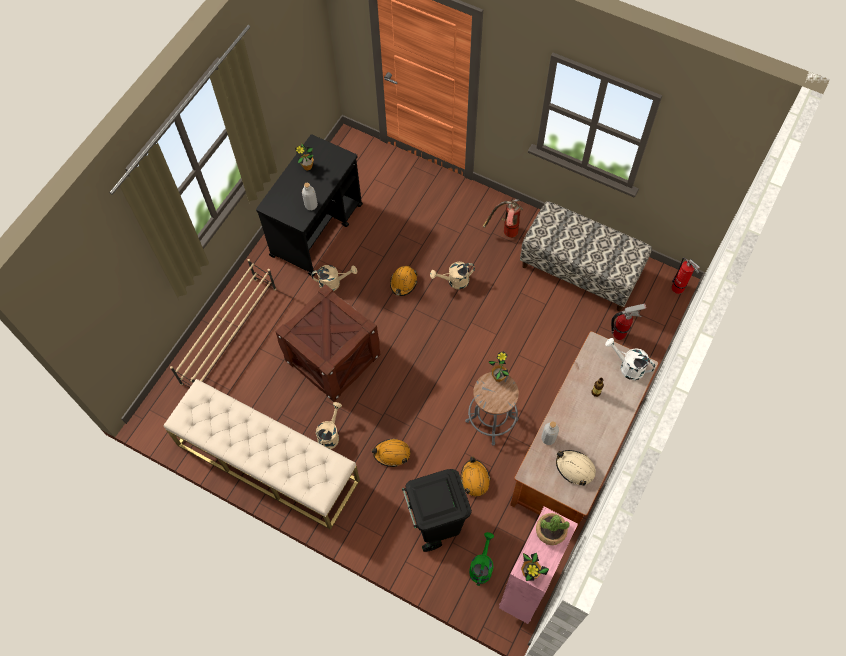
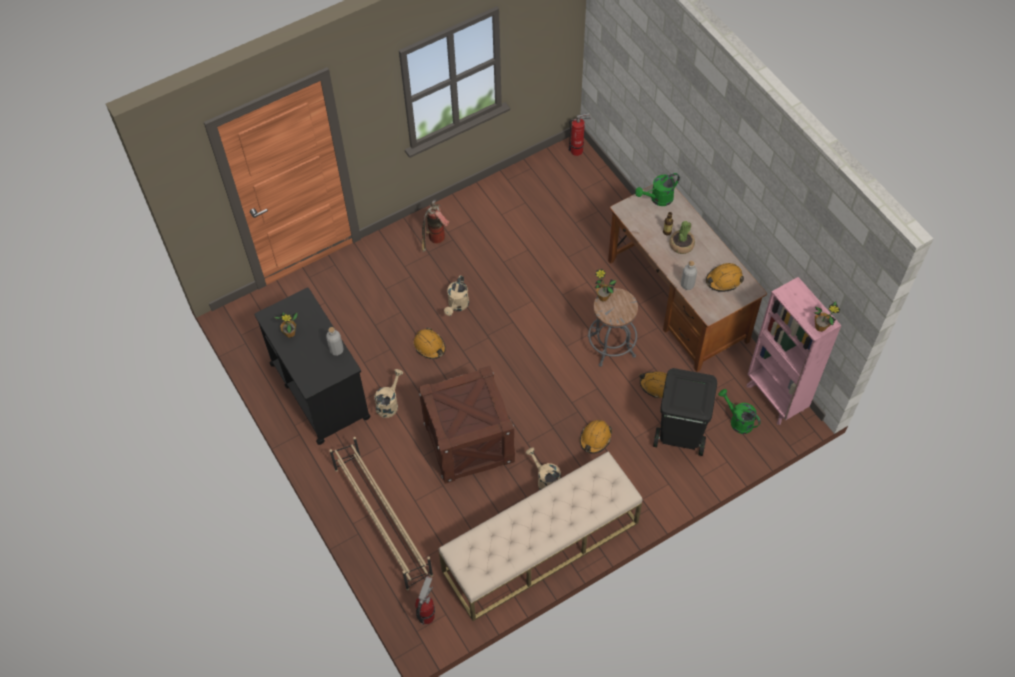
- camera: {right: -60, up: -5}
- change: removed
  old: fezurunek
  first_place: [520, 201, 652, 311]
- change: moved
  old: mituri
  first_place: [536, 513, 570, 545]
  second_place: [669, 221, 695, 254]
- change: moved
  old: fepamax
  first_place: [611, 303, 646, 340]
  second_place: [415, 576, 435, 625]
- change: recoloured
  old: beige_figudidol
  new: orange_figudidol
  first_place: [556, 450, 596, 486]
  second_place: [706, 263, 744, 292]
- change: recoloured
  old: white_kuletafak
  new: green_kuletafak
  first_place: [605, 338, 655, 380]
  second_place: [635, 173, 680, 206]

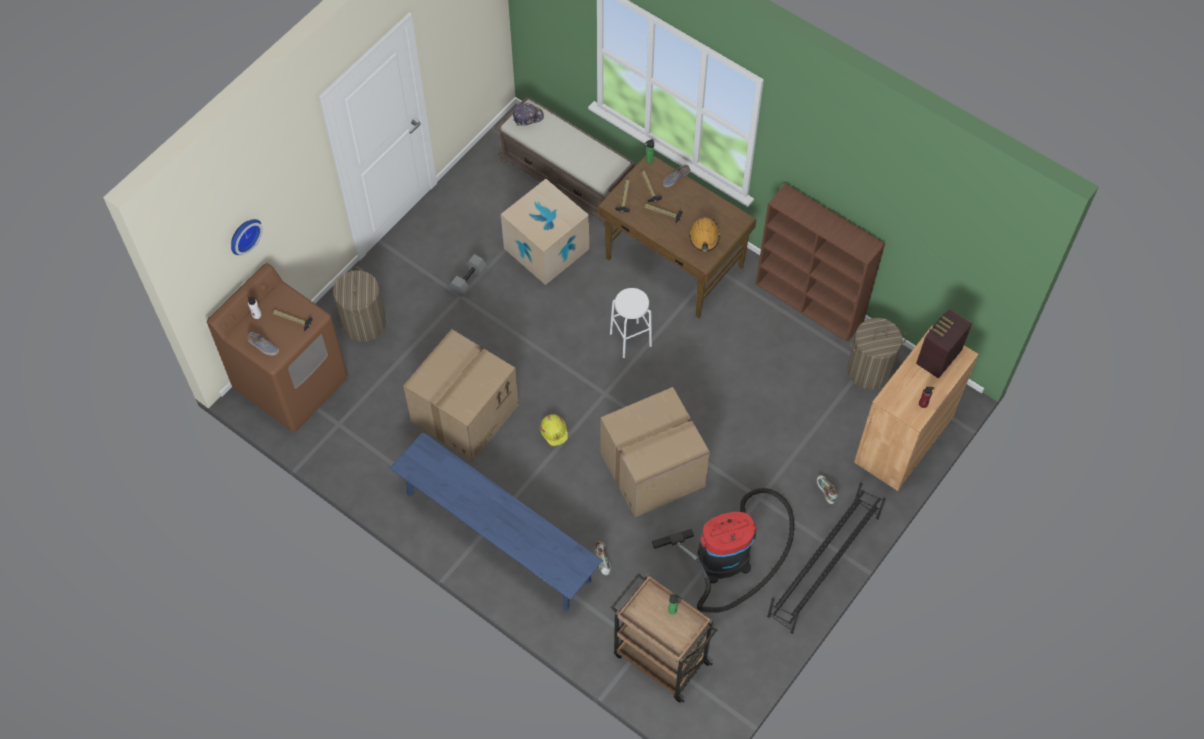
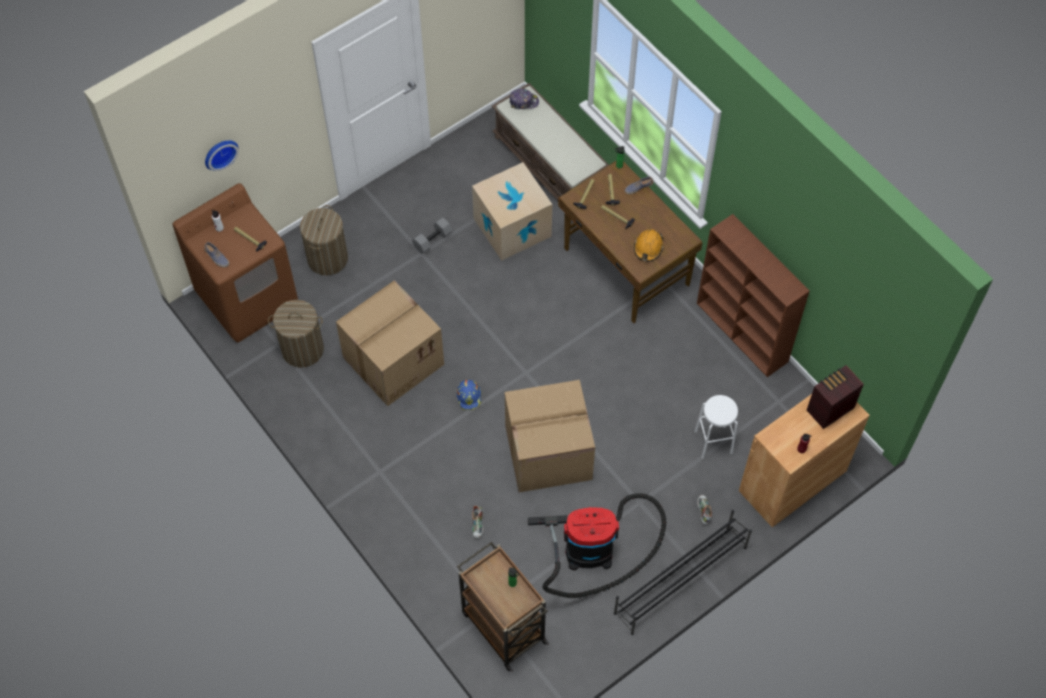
- camera: {right: 15, up: 0}
- change: removed
  old: blue_fezurunek
  first_place: [390, 432, 603, 610]
- change: moved
  old: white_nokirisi
  first_place: [610, 288, 652, 358]
  second_place: [695, 395, 738, 459]
- change: moved
  old: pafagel
  first_place: [847, 318, 907, 389]
  second_place: [268, 300, 324, 368]
- change: recoloured
  old: yellow_figudidol
  new: blue_figudidol
  first_place: [540, 414, 569, 447]
  second_place: [457, 380, 482, 410]

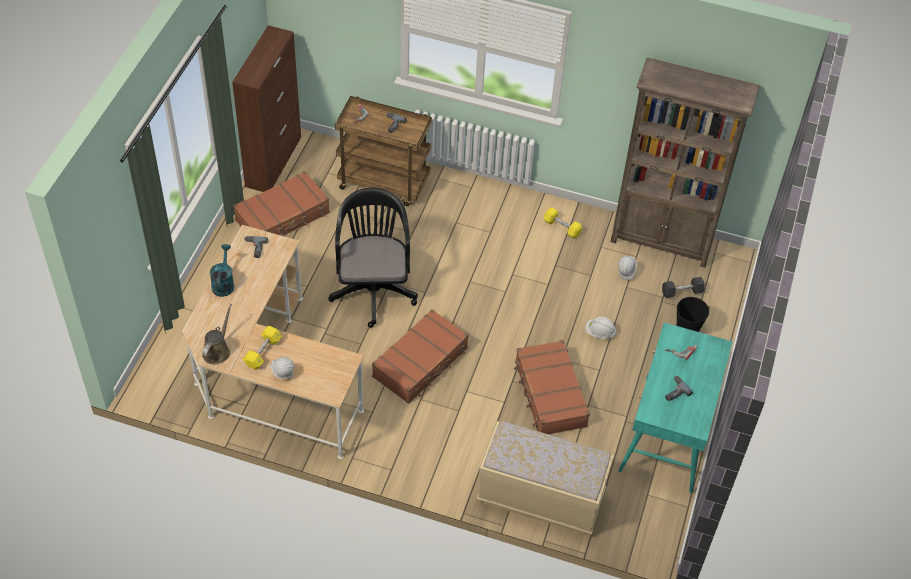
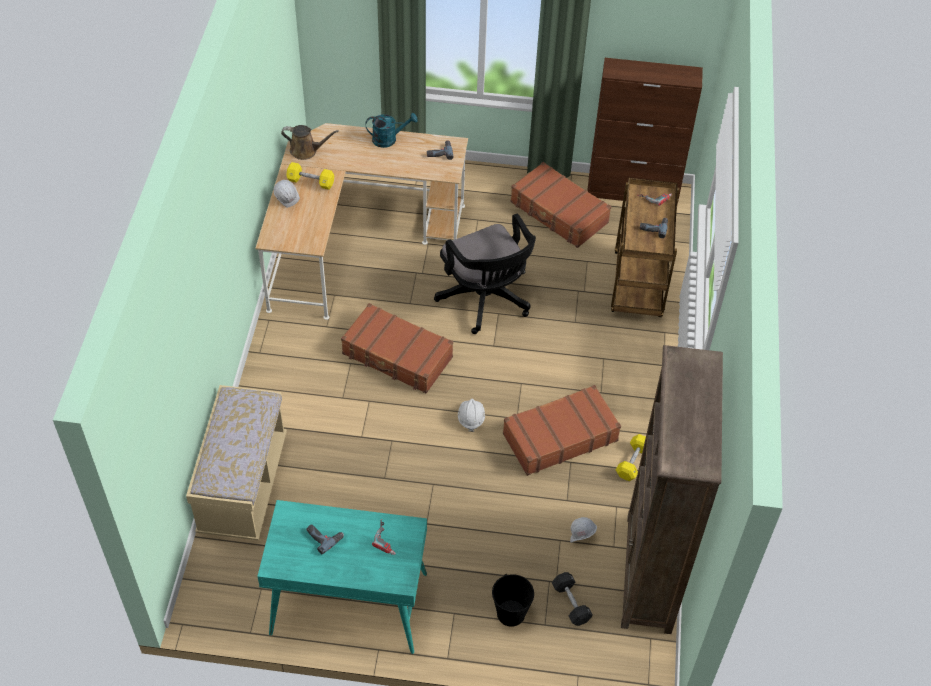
- camera: {right: 80, up: 0}
- change: moved
  old: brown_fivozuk
  first_place: [514, 340, 590, 434]
  second_place: [503, 385, 621, 476]
- change: moved
  old: white_figudidol
  first_place: [585, 316, 616, 339]
  second_place: [458, 399, 485, 432]
- change: turned
  old: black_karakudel
  first_place: [328, 188, 418, 328]
  second_place: [434, 214, 536, 334]
  degrees: 75

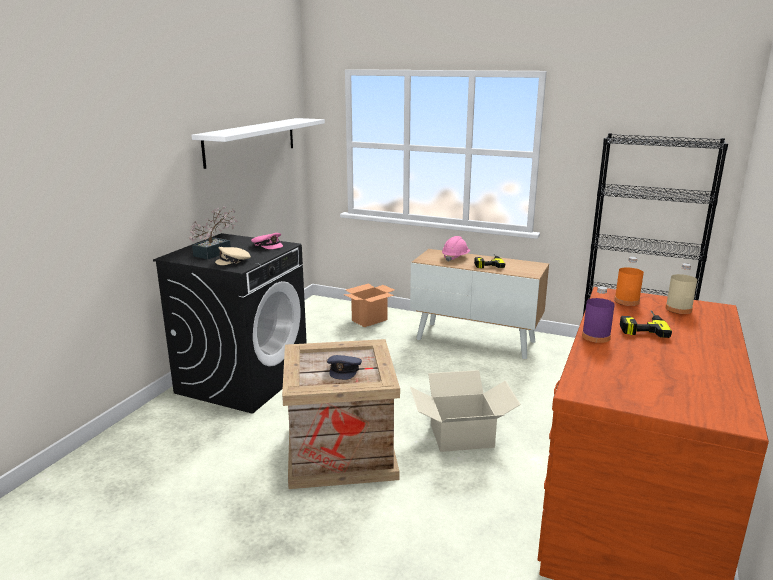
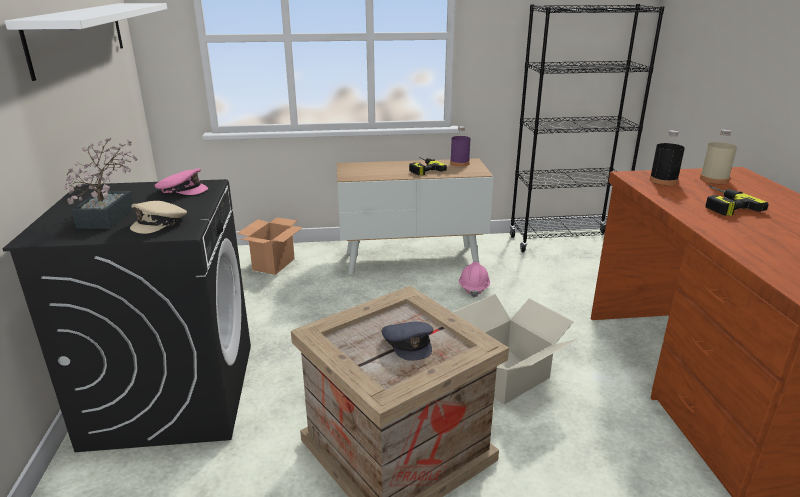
- camera: {right: -30, up: 5}
- change: moved
  old: pink_figudidol
  first_place: [442, 236, 471, 262]
  second_place: [459, 262, 490, 298]
- change: moved
  old: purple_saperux
  first_place: [582, 286, 615, 343]
  second_place: [450, 126, 470, 167]
- change: recoloured
  old: orange_saperux
  new: black_saperux
  first_place: [614, 257, 644, 306]
  second_place: [649, 130, 685, 185]

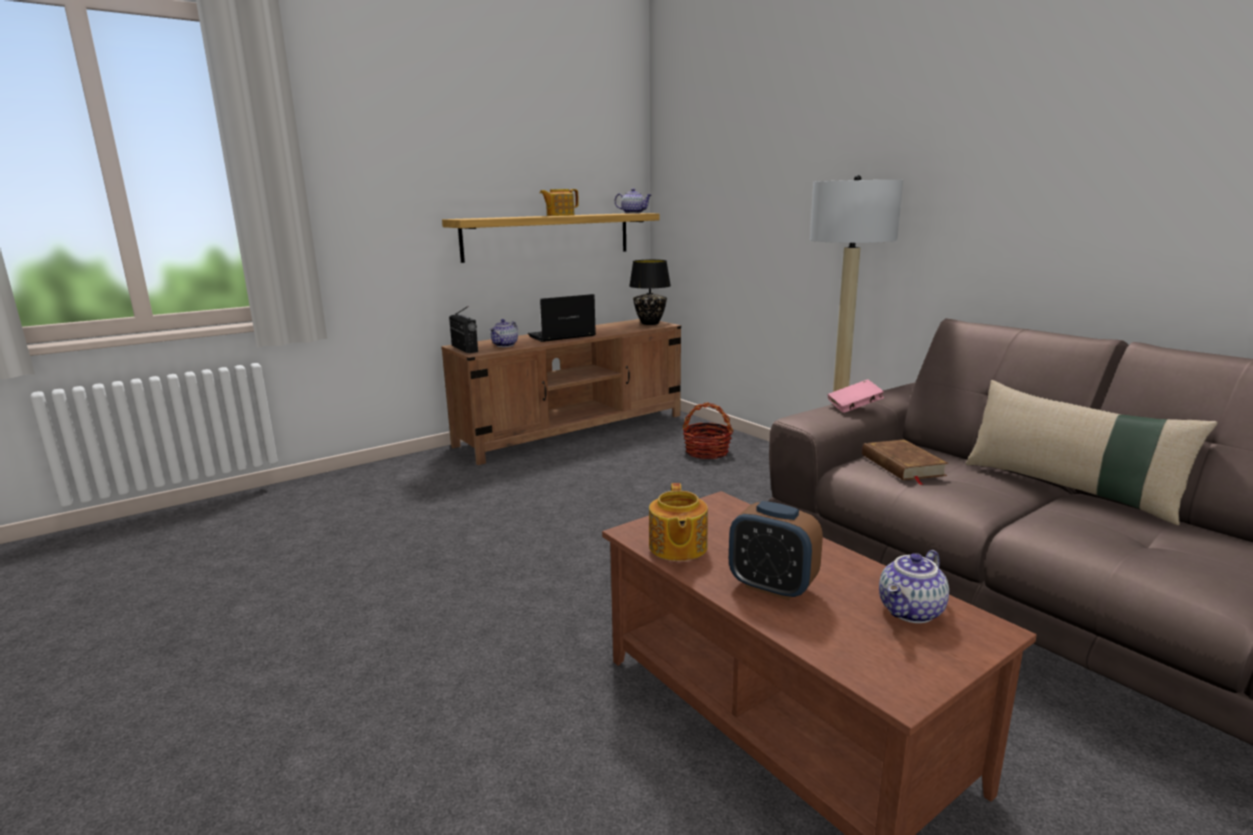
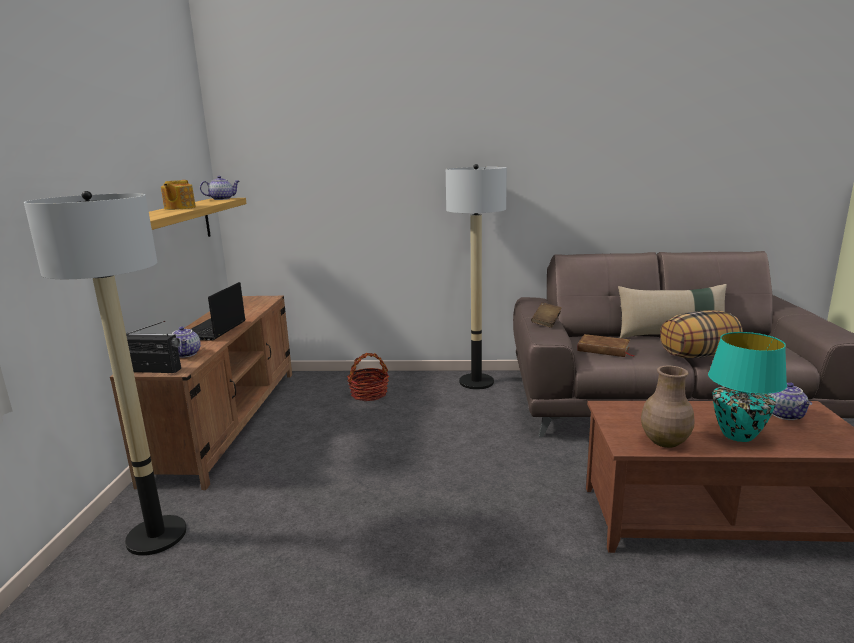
- camera: {right: -50, up: 0}
- change: removed
  old: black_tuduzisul
  first_place: [629, 260, 671, 325]
- change: added
  new: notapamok
  second_place: [24, 191, 187, 556]
- change: added
  new: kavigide
  second_place: [660, 310, 743, 358]
- change: replaced
  old: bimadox
  new: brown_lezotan
  first_place: [649, 483, 708, 561]
  second_place: [641, 366, 694, 448]
- change: replaced
  old: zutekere
  new: turquoise_tuduzisul
  first_place: [729, 501, 823, 600]
  second_place: [708, 332, 787, 442]
- change: recoloured
  old: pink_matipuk
  new: brown_matipuk
  first_place: [828, 379, 884, 413]
  second_place: [531, 302, 562, 328]

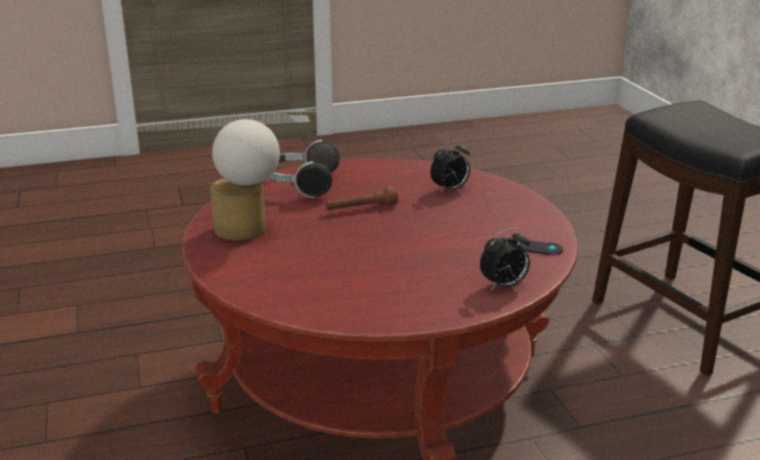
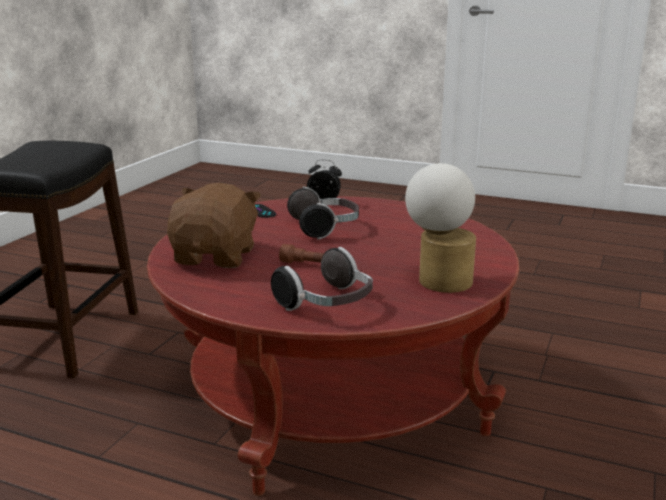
- camera: {right: -140, up: -5}
- change: added
  new: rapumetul
  second_place: [287, 187, 359, 240]
- change: replaced
  old: zutekere
  new: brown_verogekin
  first_place: [430, 141, 470, 193]
  second_place: [167, 183, 261, 268]

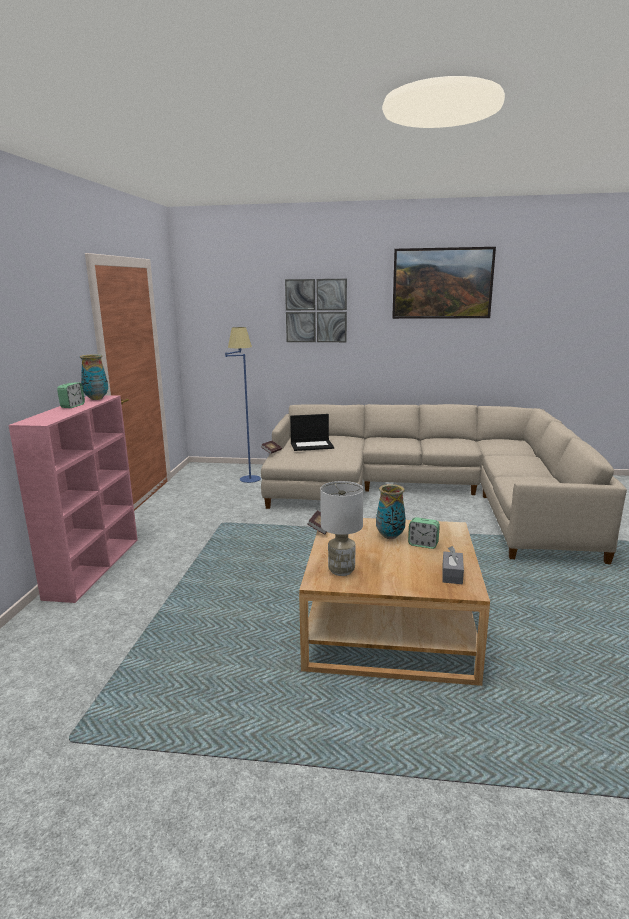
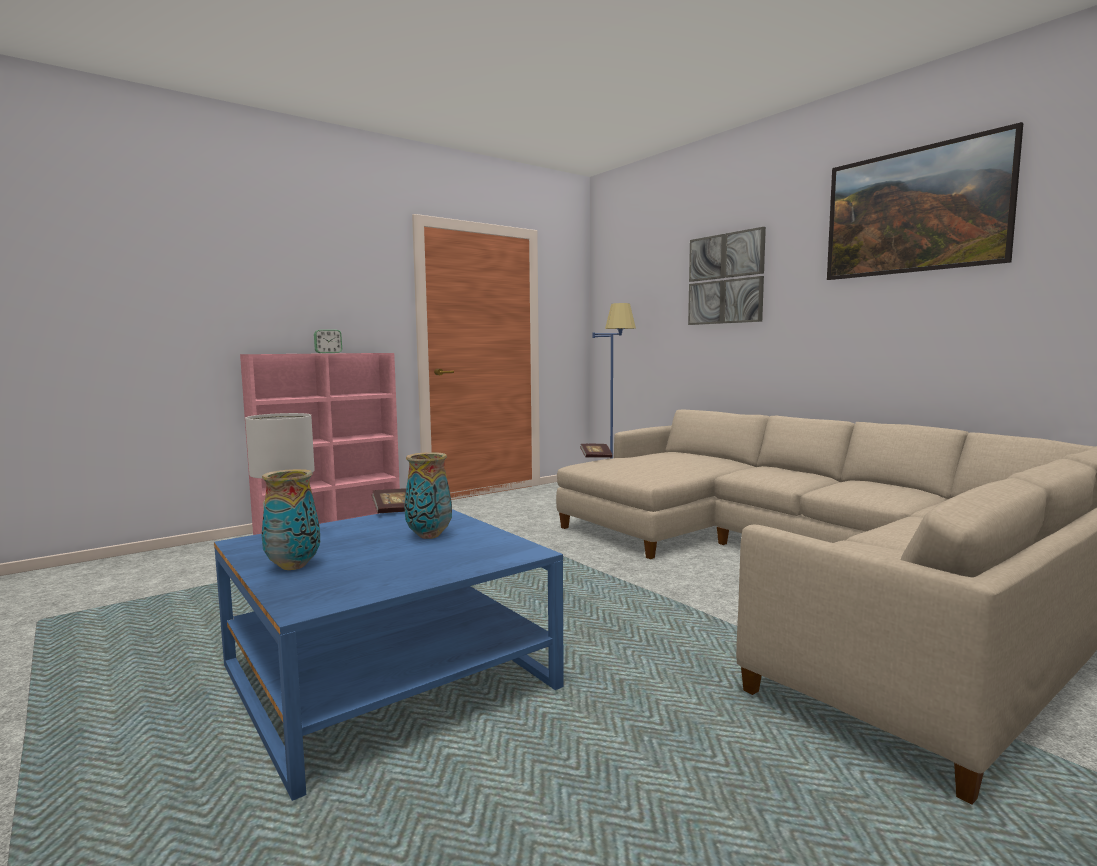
- camera: {right: 45, up: -10}
- change: removed
  old: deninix
  first_place: [290, 414, 334, 451]
- change: removed
  old: zutekere
  first_place: [408, 517, 440, 549]
- change: removed
  old: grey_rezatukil
  first_place: [442, 546, 464, 584]
- change: moved
  old: lezotan
  first_place: [80, 354, 108, 400]
  second_place: [261, 469, 320, 570]
- change: recoloured
  old: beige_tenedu
  new: blue_tenedu
  first_place: [299, 518, 490, 686]
  second_place: [214, 509, 564, 801]

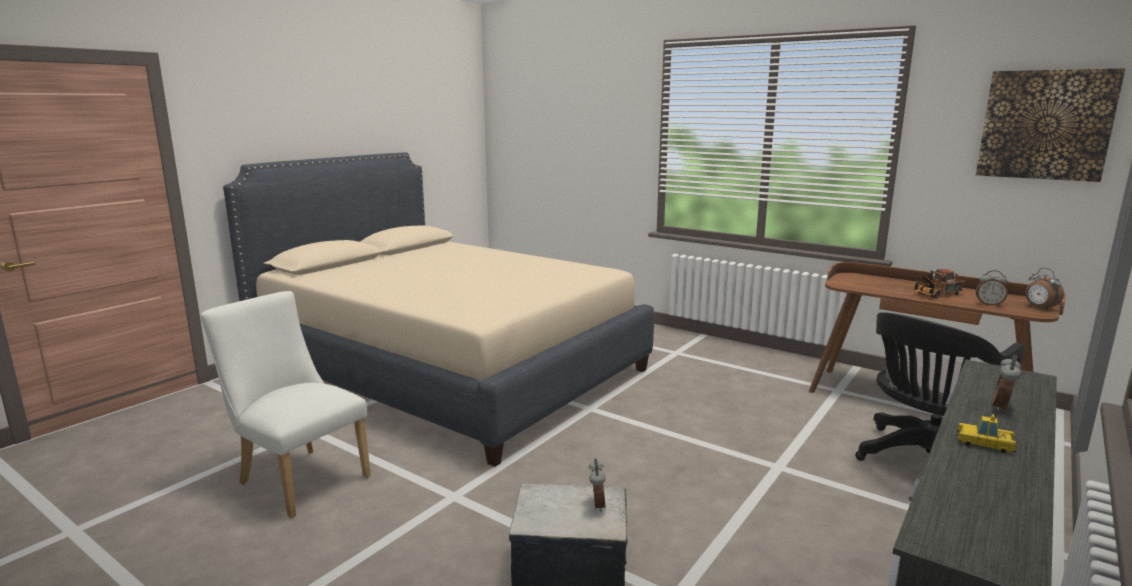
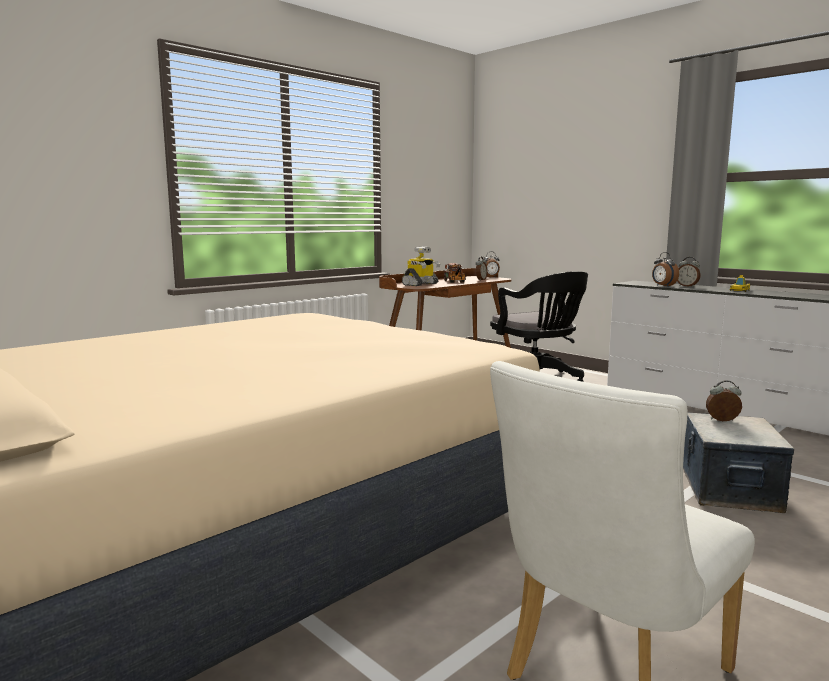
- camera: {right: -80, up: -5}
- change: removed
  old: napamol
  first_place: [976, 68, 1125, 182]
- change: added
  new: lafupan
  second_place: [402, 246, 440, 286]
- change: added
  new: zutekere
  second_place: [652, 252, 679, 286]

